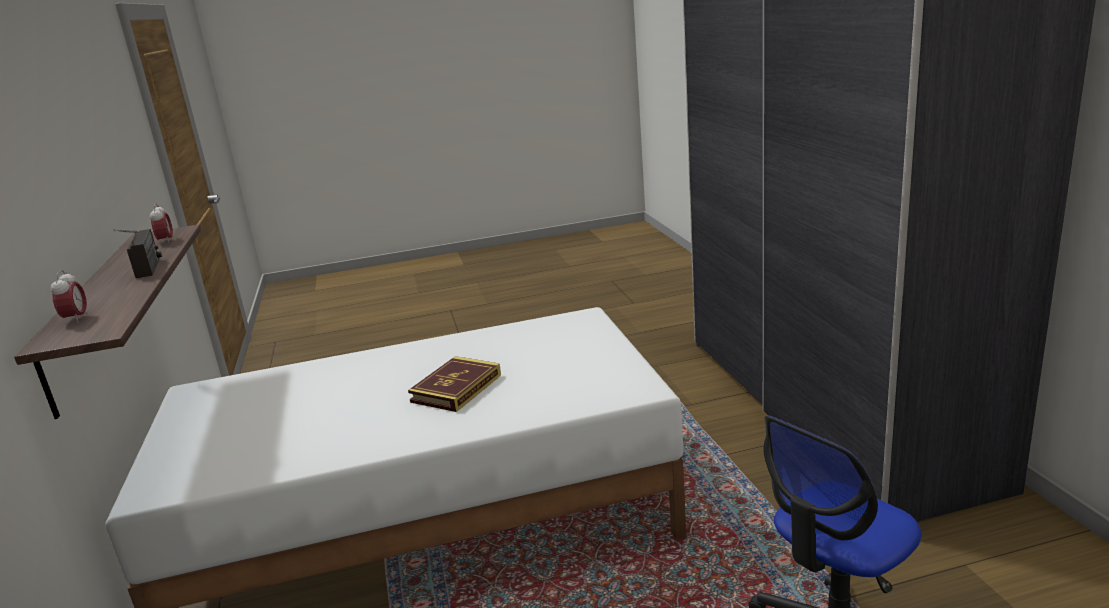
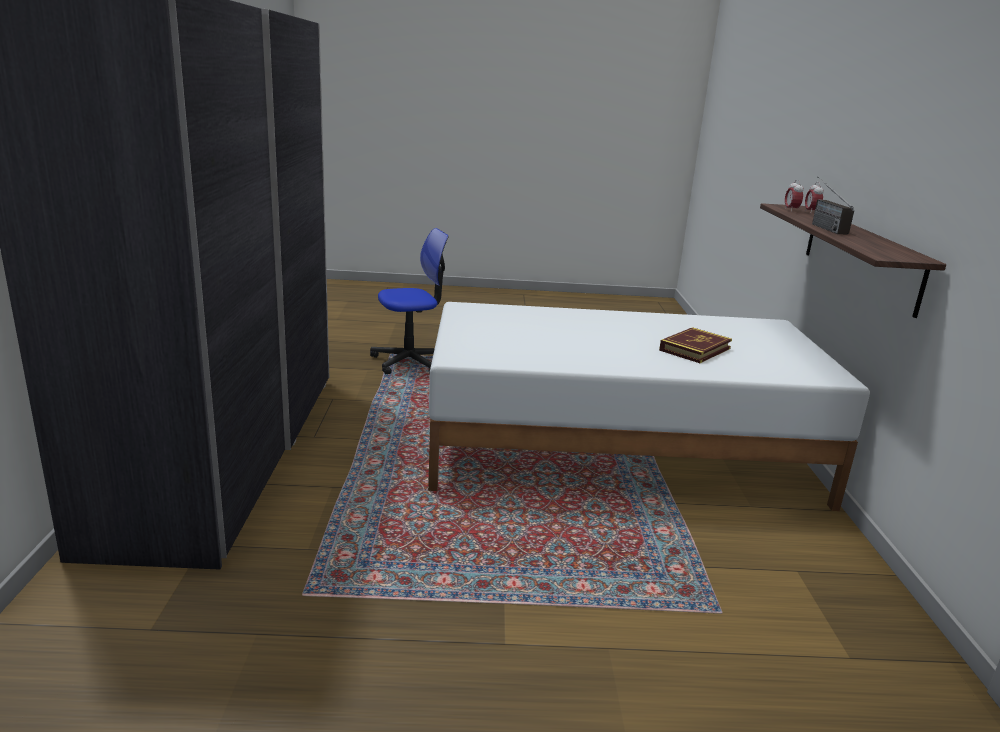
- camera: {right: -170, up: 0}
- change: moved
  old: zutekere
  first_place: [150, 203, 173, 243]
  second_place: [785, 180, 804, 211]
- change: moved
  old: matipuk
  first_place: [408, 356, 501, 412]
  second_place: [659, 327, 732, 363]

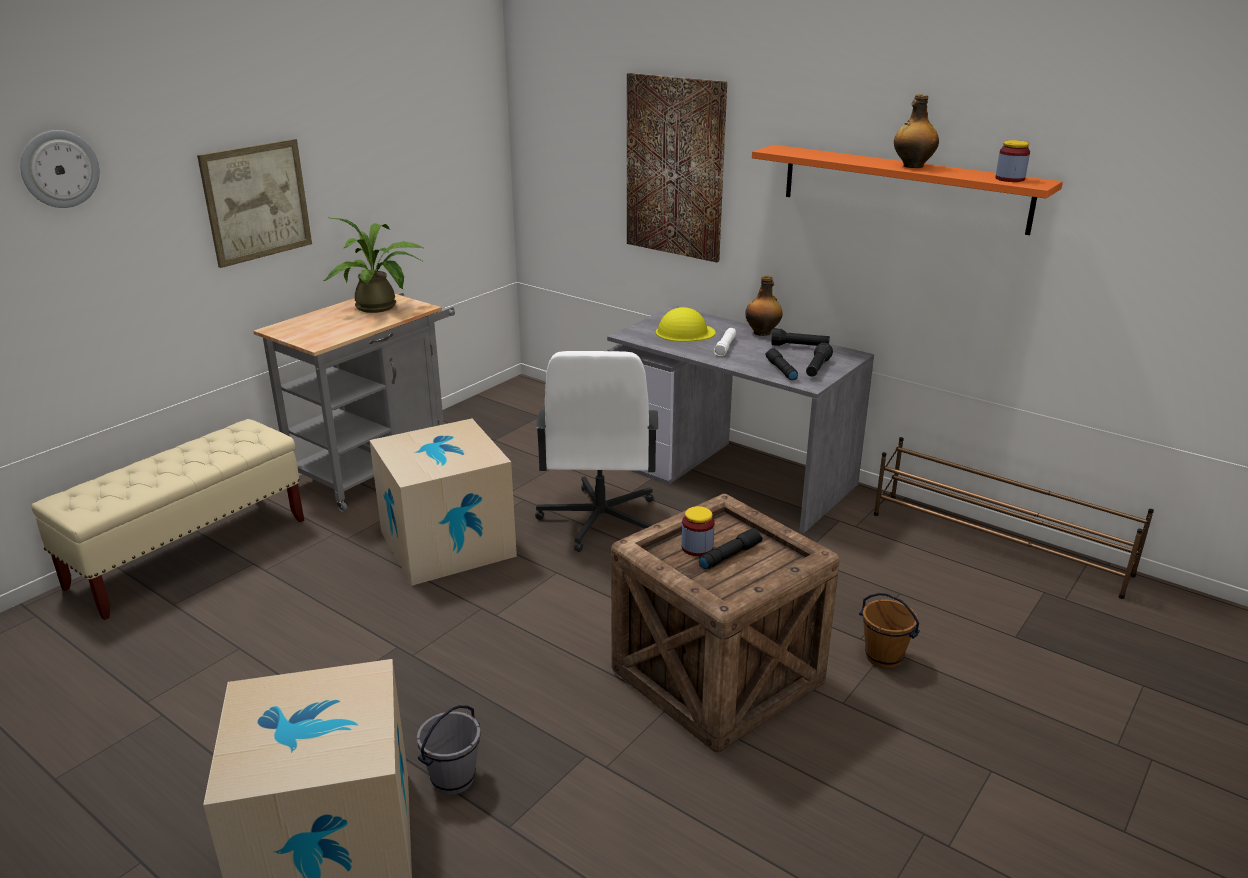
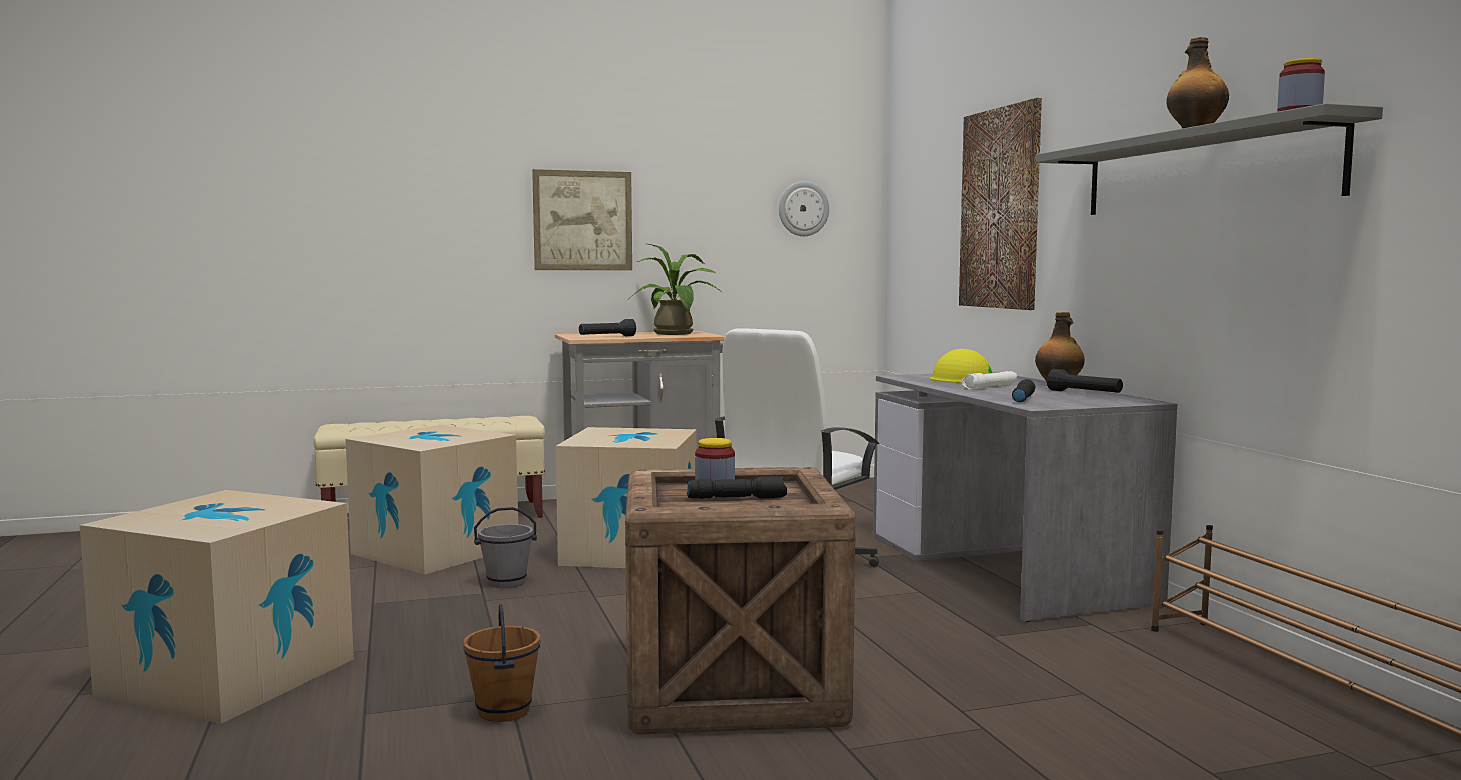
- camera: {right: 35, up: -20}
- change: added
  new: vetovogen
  second_place: [346, 425, 518, 575]
- change: moved
  old: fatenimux
  first_place: [20, 130, 100, 208]
  second_place: [779, 181, 829, 236]
- change: moved
  old: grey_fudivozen
  first_place: [417, 705, 481, 795]
  second_place: [474, 507, 537, 588]
- change: moved
  old: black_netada
  first_place: [806, 343, 833, 377]
  second_place: [579, 319, 636, 336]
- change: moved
  old: brown_fudivozen
  first_place: [859, 593, 920, 669]
  second_place: [463, 604, 541, 722]
- change: recoloured
  old: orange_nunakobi
  new: grey_nunakobi
  first_place: [752, 145, 1063, 235]
  second_place: [1036, 103, 1383, 215]

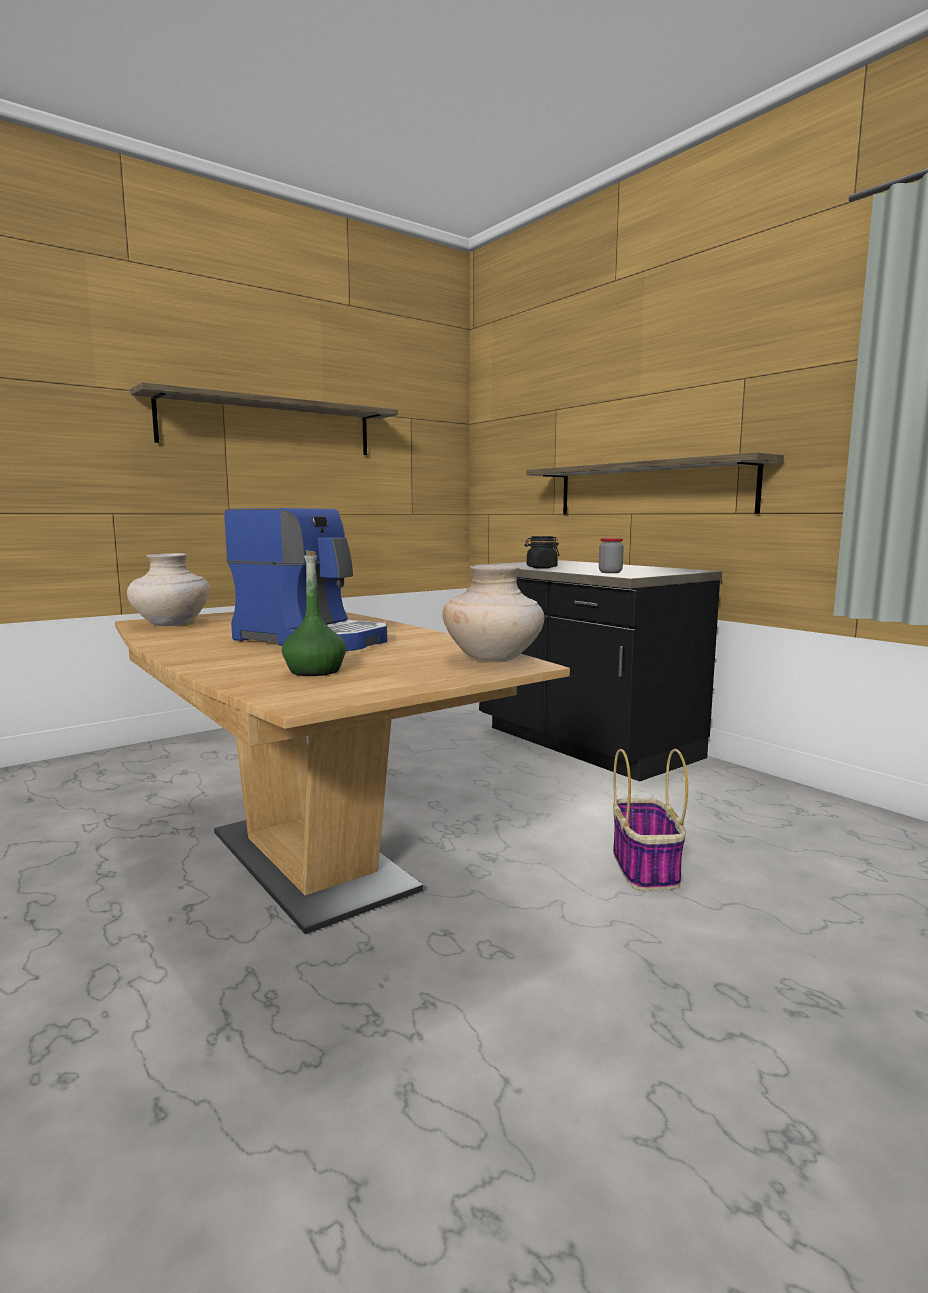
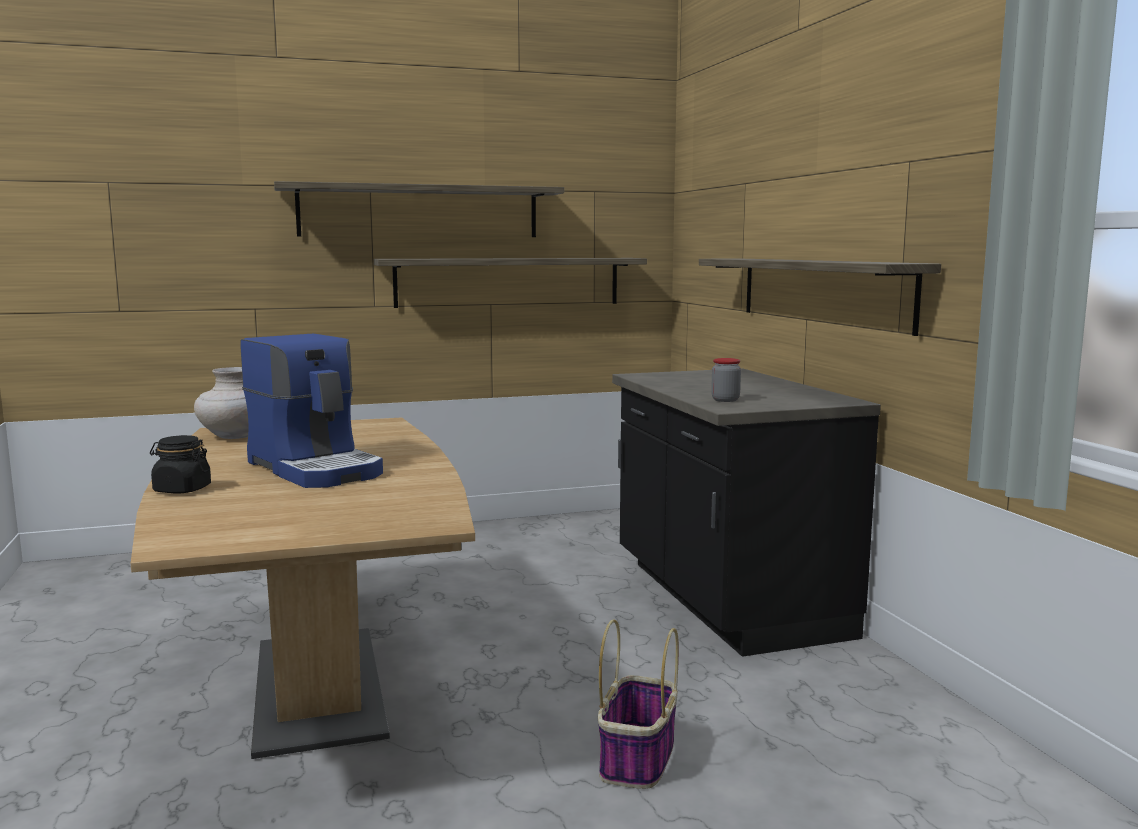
- camera: {right: 20, up: 0}
- change: removed
  old: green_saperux
  first_place: [282, 550, 346, 676]
- change: removed
  old: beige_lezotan
  first_place: [442, 565, 545, 661]
- change: added
  new: nunakobi
  second_place: [374, 258, 647, 308]
- change: moved
  old: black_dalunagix
  first_place: [524, 536, 559, 569]
  second_place: [150, 435, 211, 494]

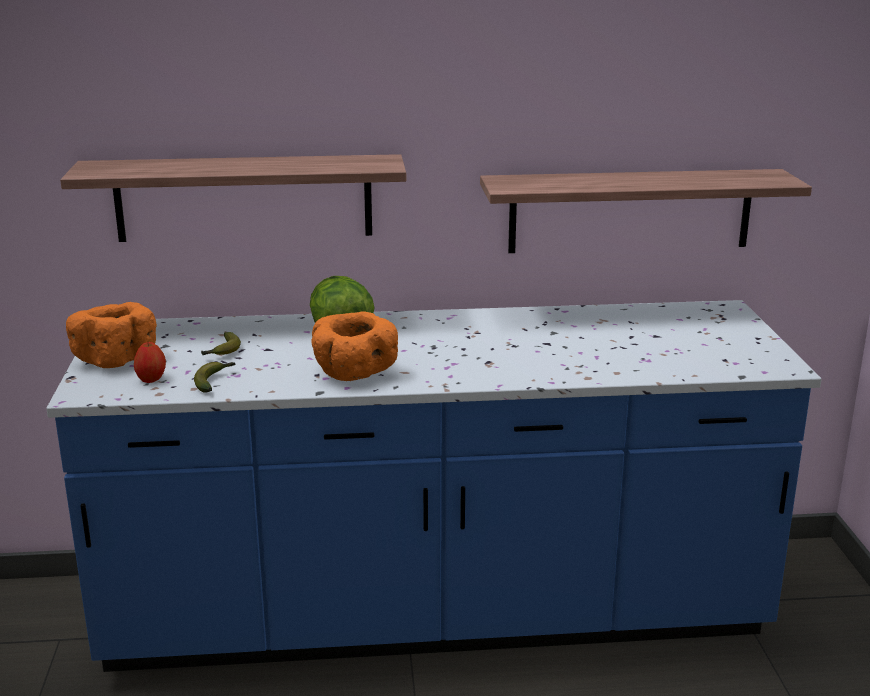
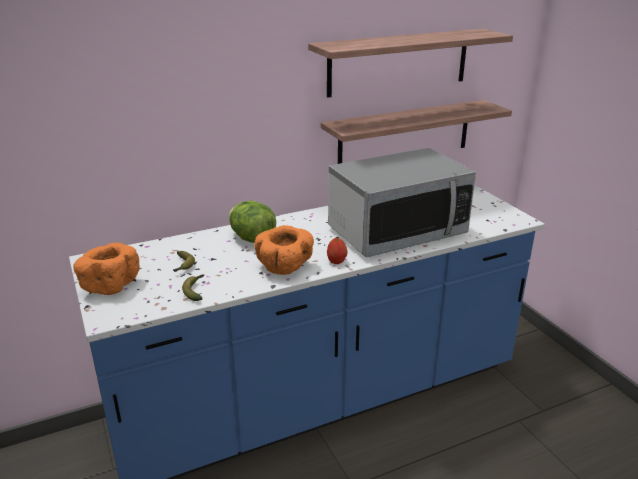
- camera: {right: -20, up: 5}
- change: added
  new: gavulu
  second_place: [328, 148, 476, 257]
- change: moved
  old: nunakobi
  first_place: [60, 154, 406, 242]
  second_place: [308, 29, 513, 98]
- change: moved
  old: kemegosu
  first_place: [134, 342, 166, 383]
  second_place: [327, 238, 348, 264]

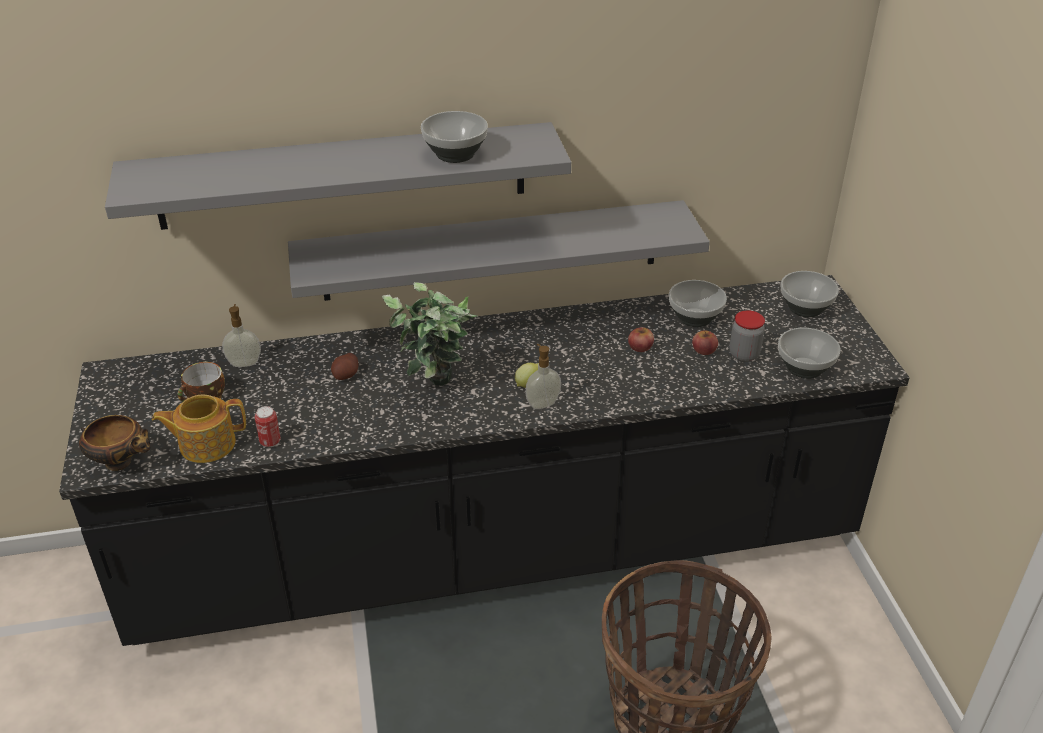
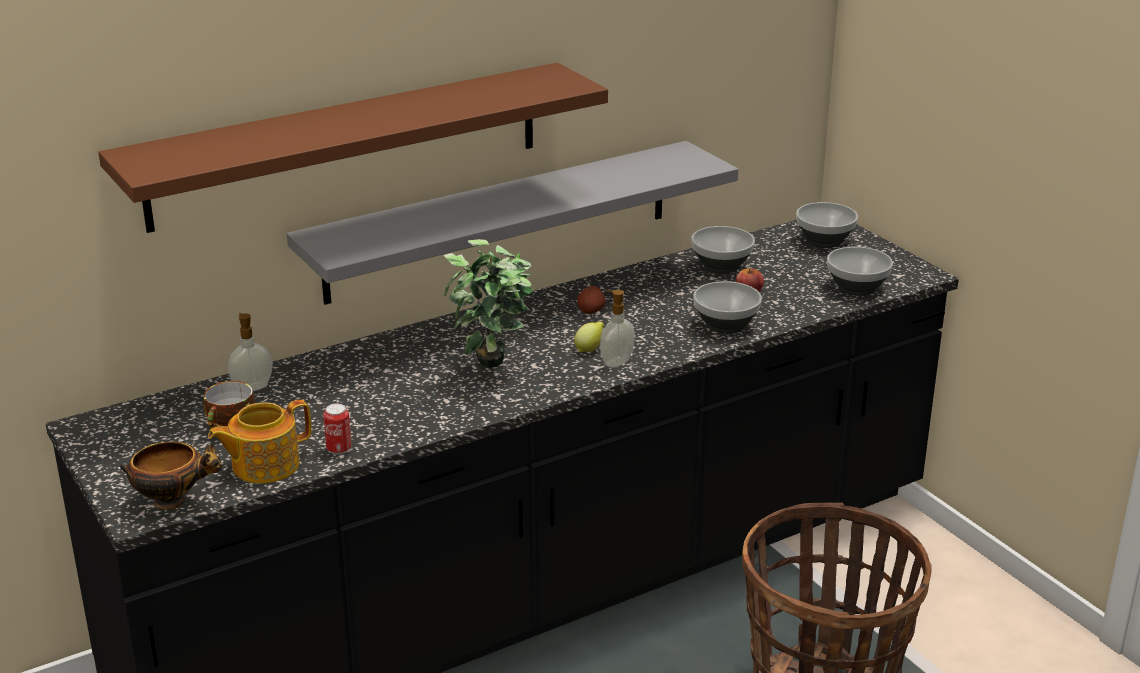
- camera: {right: -20, up: -10}
- change: removed
  old: kemegosu
  first_place: [628, 327, 654, 352]
- change: removed
  old: dalunagix
  first_place: [730, 310, 765, 362]
- change: moved
  old: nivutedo
  first_place: [331, 353, 359, 380]
  second_place: [577, 286, 606, 314]
- change: moved
  old: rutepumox
  first_place: [421, 111, 488, 163]
  second_place: [693, 281, 762, 334]
- change: recoloured
  old: grey_nunakobi
  new: brown_nunakobi
  first_place: [105, 122, 571, 230]
  second_place: [98, 63, 608, 233]

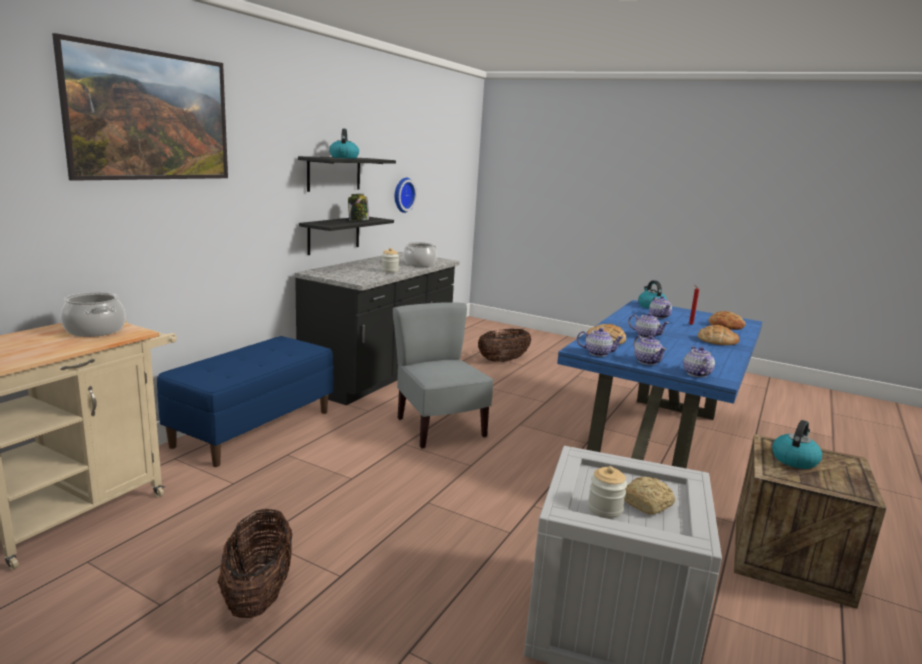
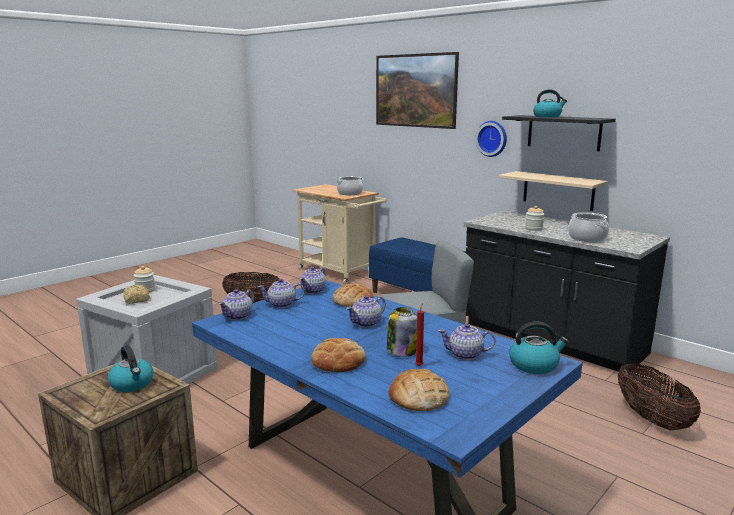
- camera: {right: 105, up: 0}
- change: moved
  old: dalunagix
  first_place: [348, 194, 369, 221]
  second_place: [387, 307, 417, 357]
- change: moved
  old: fatenimux
  first_place: [395, 178, 417, 213]
  second_place: [475, 121, 507, 157]
- change: recoloured
  old: black_nunakobi
  new: beige_nunakobi
  first_place: [299, 217, 394, 255]
  second_place: [498, 171, 608, 211]
- change: turned
  old: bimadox
  first_place: [683, 346, 715, 377]
  second_place: [218, 289, 254, 320]
  degrees: 105

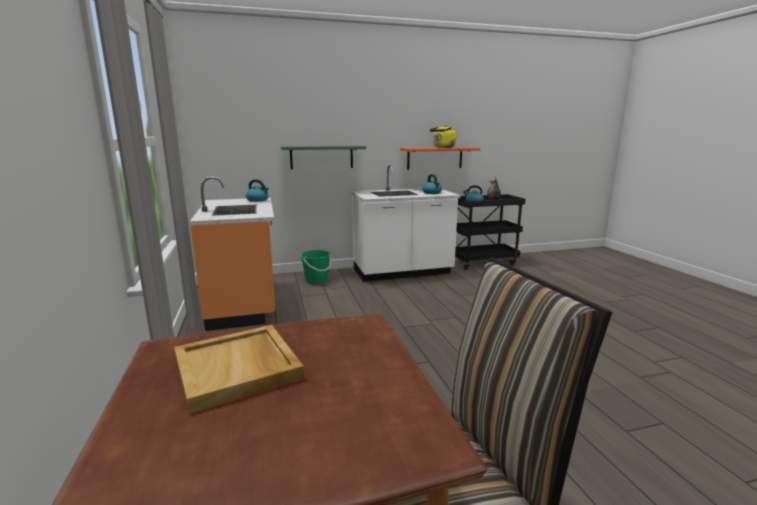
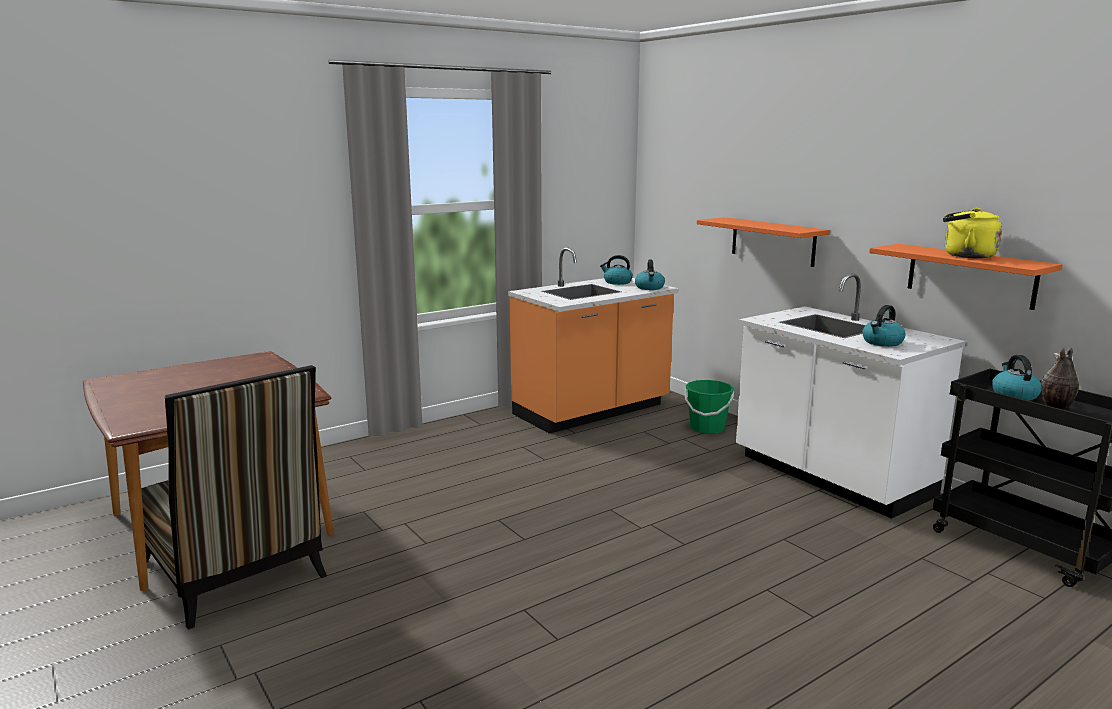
- camera: {right: 70, up: 0}
- change: removed
  old: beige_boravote
  first_place: [174, 325, 304, 414]
- change: added
  new: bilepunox
  second_place: [600, 255, 633, 285]
- change: recoloured
  old: green_nunakobi
  new: orange_nunakobi
  first_place: [281, 145, 366, 169]
  second_place: [697, 217, 830, 267]

